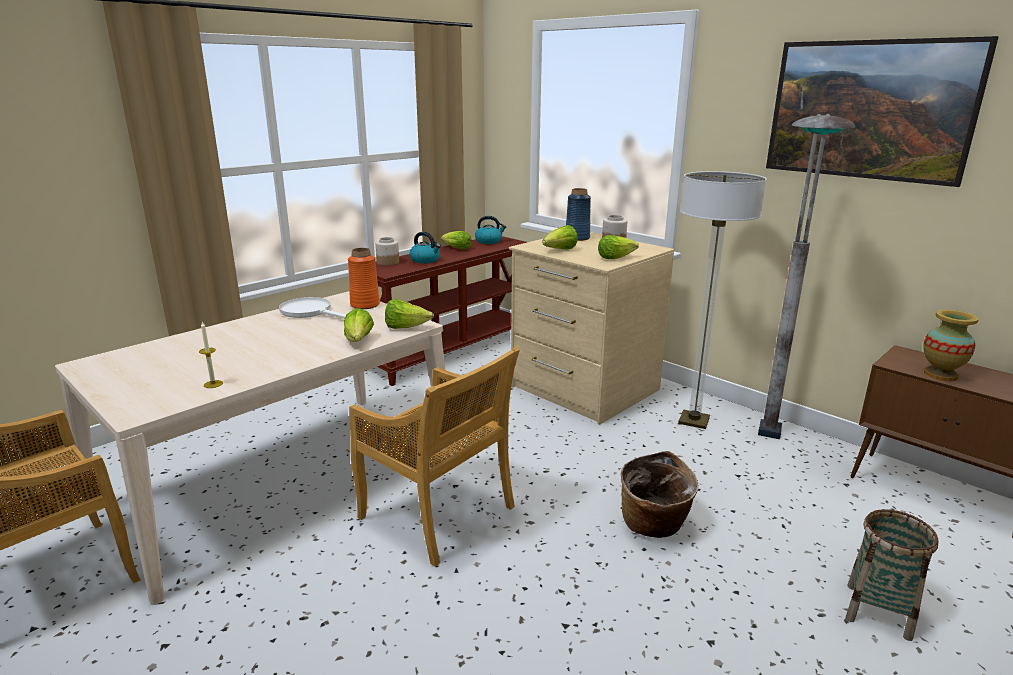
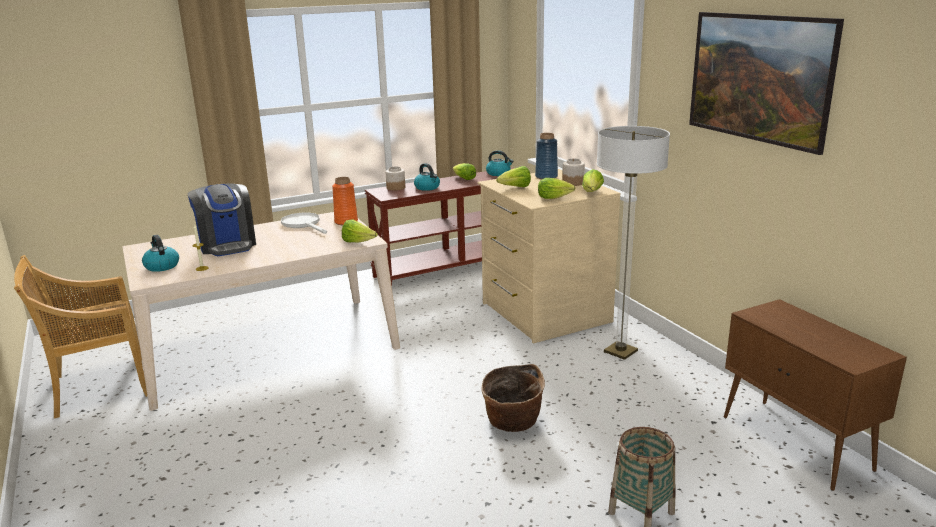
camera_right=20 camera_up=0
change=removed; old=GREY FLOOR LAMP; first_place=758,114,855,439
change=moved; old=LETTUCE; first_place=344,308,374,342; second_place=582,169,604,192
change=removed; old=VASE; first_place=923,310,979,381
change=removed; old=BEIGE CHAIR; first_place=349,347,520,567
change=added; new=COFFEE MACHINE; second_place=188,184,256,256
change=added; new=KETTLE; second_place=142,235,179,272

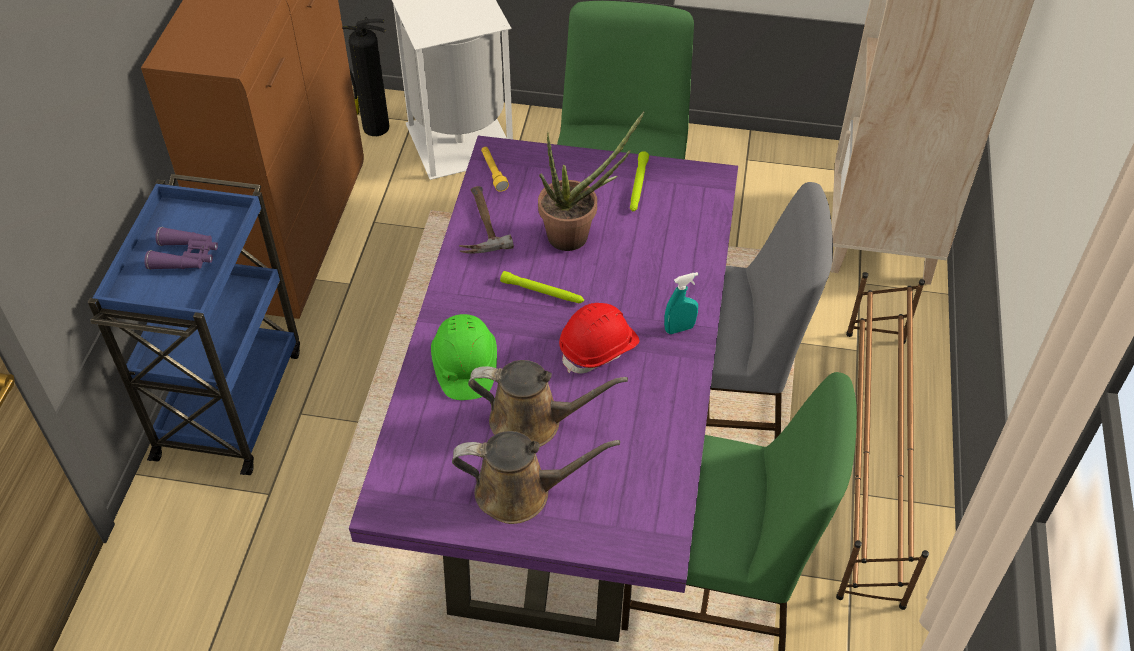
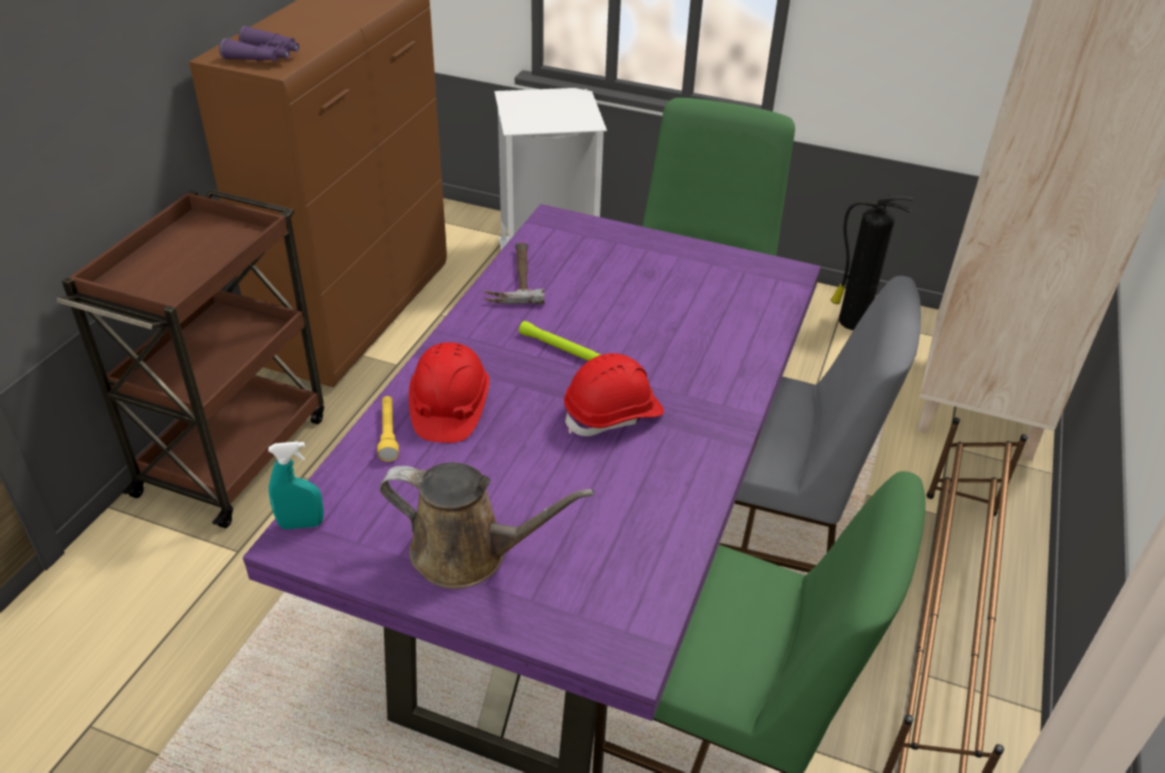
camera_right=10 camera_up=-10
change=moved; old=FIRE EXTINGUISHER; first_place=342,17,389,136; second_place=831,194,913,330
change=removed; old=POTTED PLANT; first_place=538,111,644,251
change=moved; old=YELLOW FLASHLIGHT; first_place=481,147,509,192; second_place=377,396,399,462
change=removed; old=GREEN FLASHLIGHT; first_place=630,151,649,211
change=recoloured; old=BLUE CART; new=BROWN CART; first_place=88,174,300,475; second_place=57,189,324,528
change=moved; old=PURPLE BINOCULARS; first_place=145,227,218,270; second_place=219,26,299,61
change=moved; old=TURQUOISE SPRAY BOTTLE; first_place=664,272,698,334; second_place=268,441,324,529
change=recoloured; old=GREEN HARD HAT; new=RED HARD HAT; first_place=431,314,497,400; second_place=409,342,490,443
change=removed; old=BROWN WATERING CAN; first_place=468,360,628,447

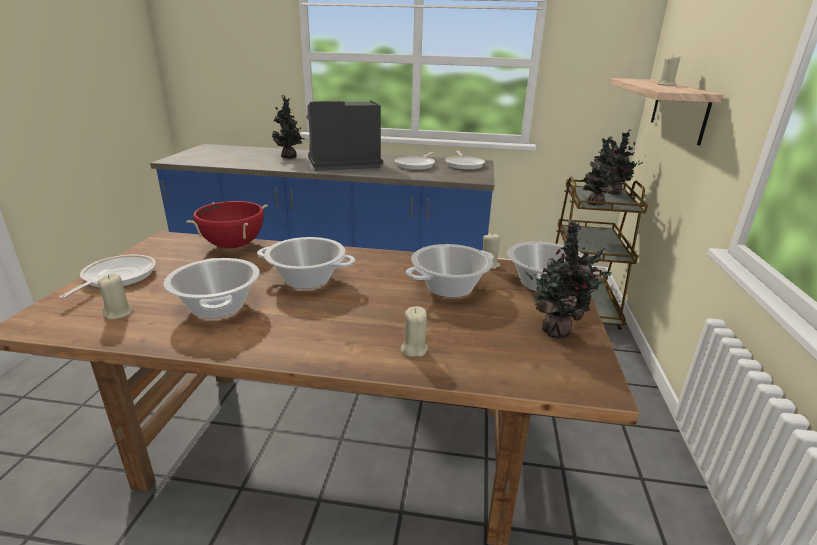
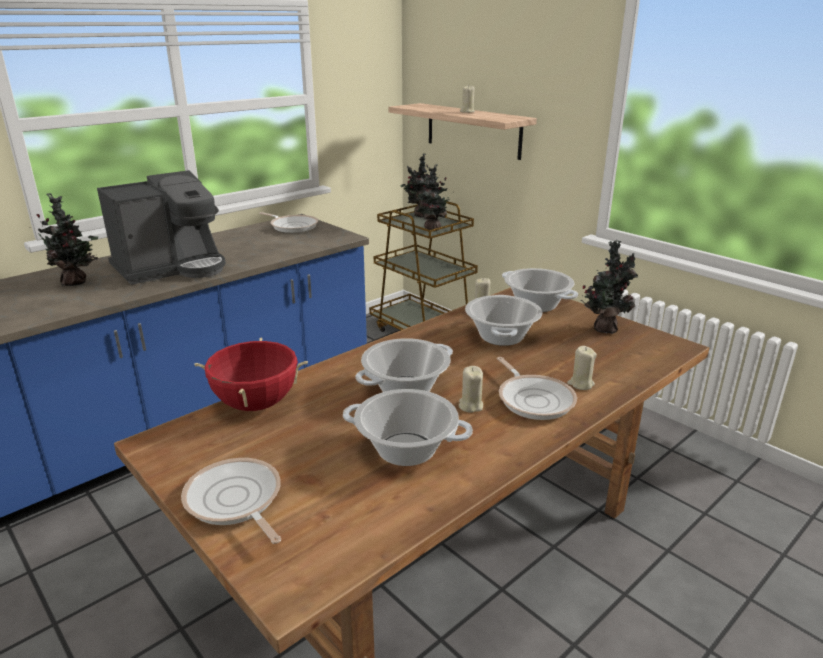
camera_right=-50 camera_up=0
change=turned; old=COFFEE MACHINE; first_place=306,100,383,171; second_place=97,170,226,285; degrees=-150
change=moved; old=FRYING PAN; first_place=395,152,435,170; second_place=497,357,577,420
change=moved; old=BEIGE CANDLE; first_place=97,274,134,320; second_place=459,366,483,413

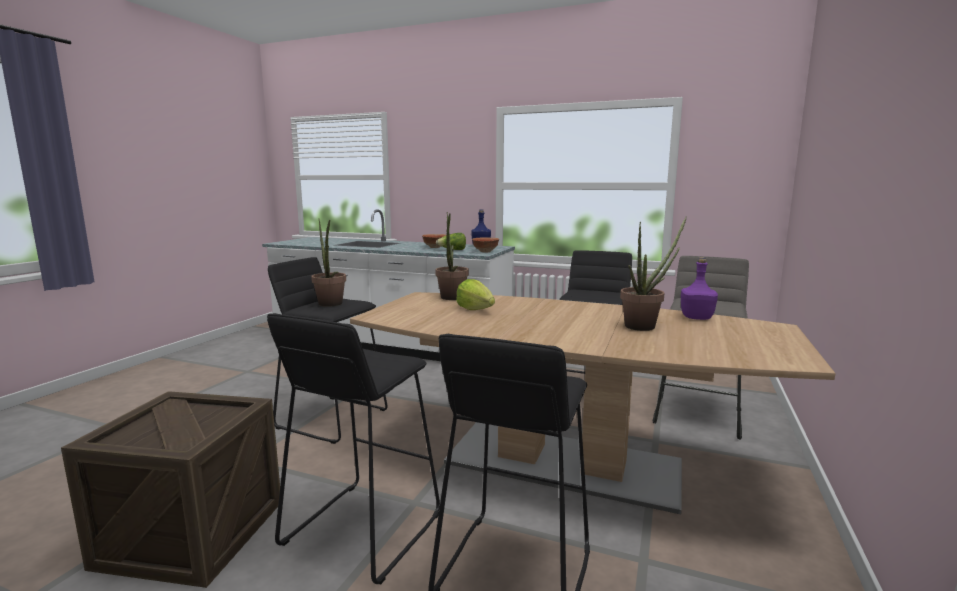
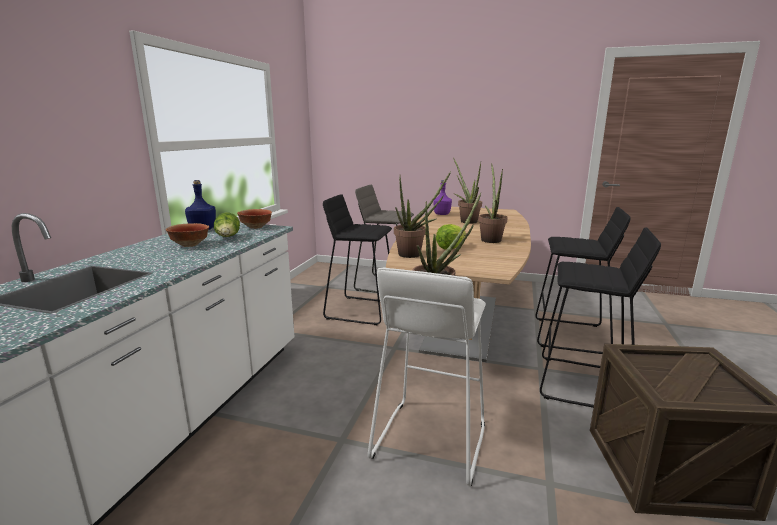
camera_right=-95 camera_up=5
change=recoloured; old=BLACK STOOL; new=WHITE STOOL; first_place=268,257,388,444; second_place=368,267,486,486
change=added; new=POTTED PLANT; second_place=478,163,508,243

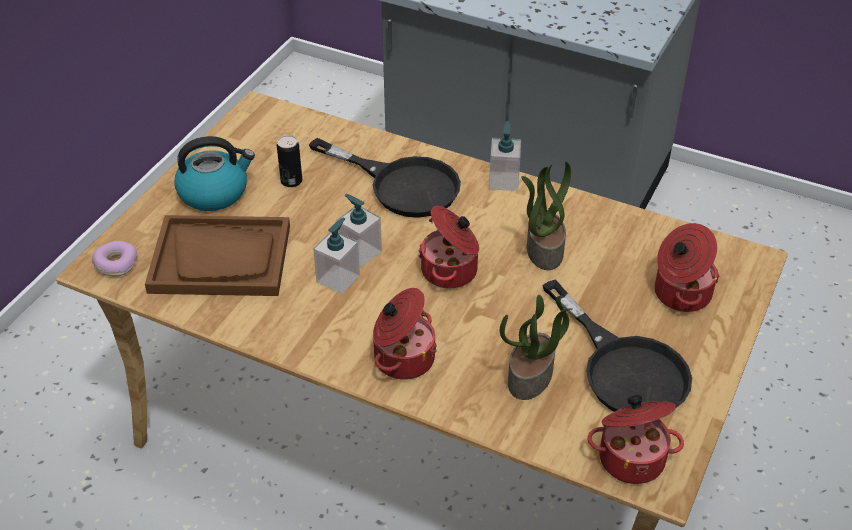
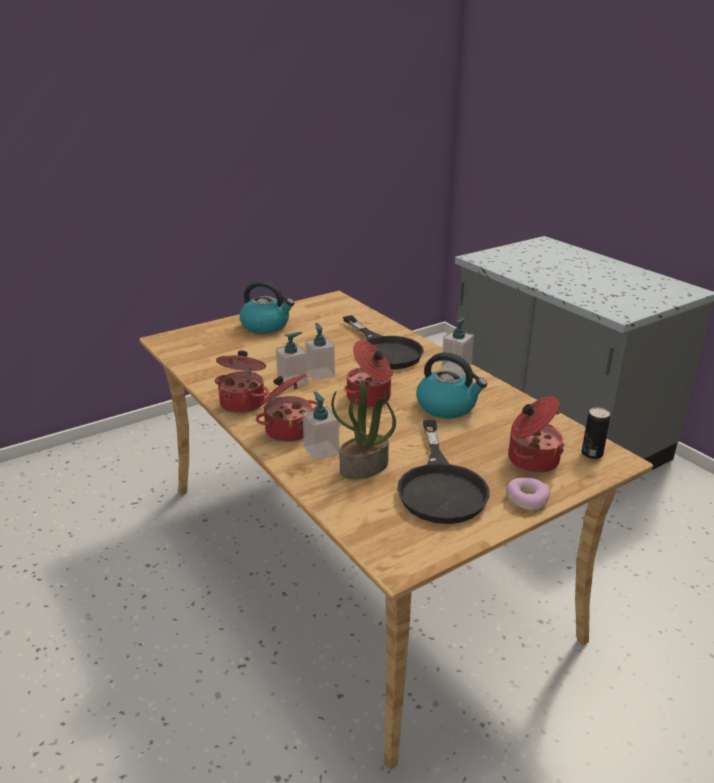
camera_right=30 camera_up=-15
change=moved; old=CAN; first_place=277,135,302,187; second_place=581,407,610,459
change=replaced; old=POTTED PLANT; new=KETTLE; first_place=521,161,571,270; second_place=416,352,487,418
change=removed; old=BROWN TRAY; first_place=145,215,290,296
change=moved; old=DONUT; first_place=92,241,137,277; second_place=506,478,550,511
change=moved; old=COOKING POT; first_place=588,395,684,484; second_place=215,350,269,413
change=added; new=SOAP DISPENSER; second_place=302,391,340,461

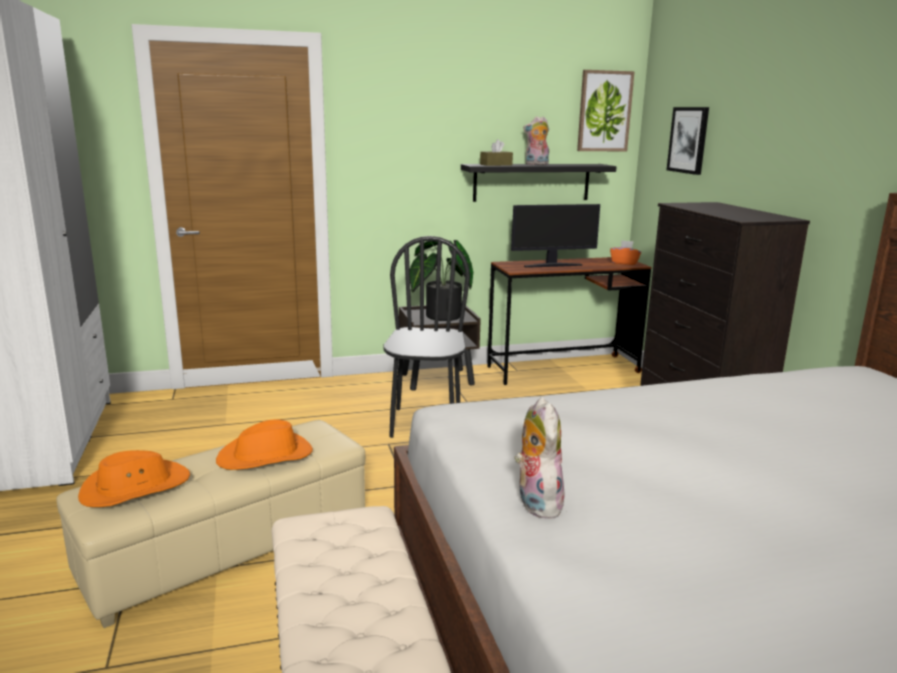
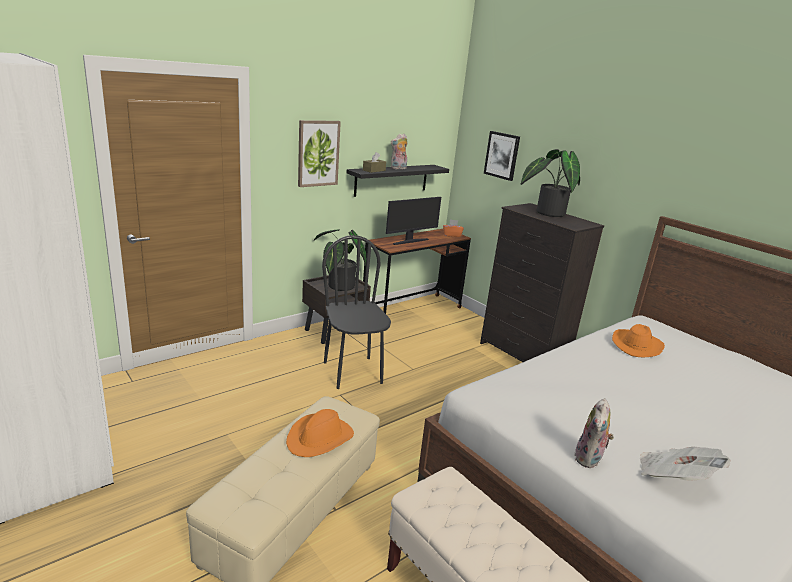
camera_right=-25 camera_up=5
change=moved; old=PICTURE; first_place=577,70,635,151; second_place=298,120,341,187
change=turned; old=PLUSH TOY; first_place=514,397,564,519; second_place=574,398,614,468; degrees=-120
change=moved; old=ORANGE HAT; first_place=78,450,190,507; second_place=612,324,665,358
change=added; new=POTTED PLANT; second_place=521,149,580,217
change=added; new=NEWSPAPER; second_place=640,447,731,481

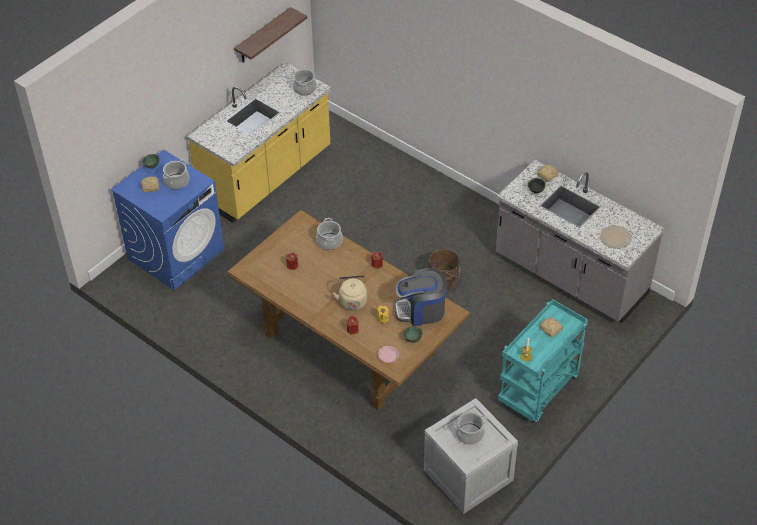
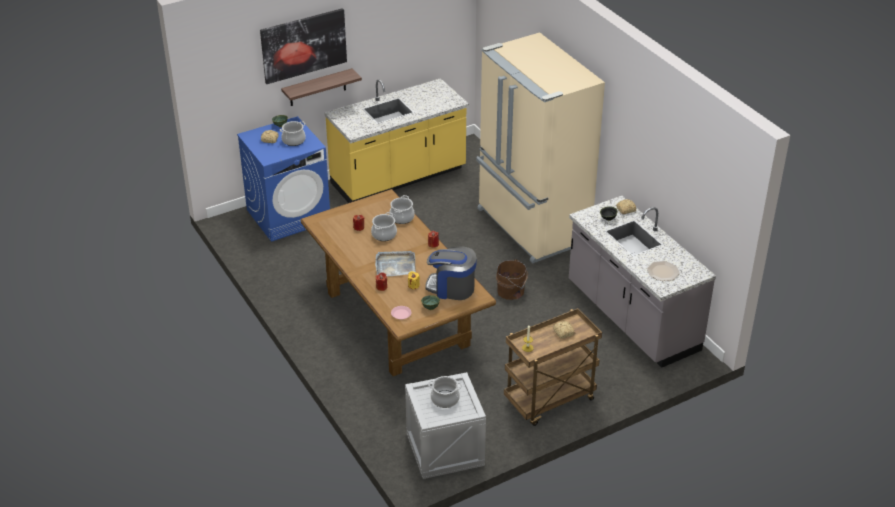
camera_right=20 camera_up=-10
change=moved; old=SHELF; first_place=234,7,307,62; second_place=281,68,362,106
change=moved; old=COOKING POT; first_place=292,67,317,95; second_place=371,212,397,241
change=replaced; old=BEIGE KETTLE; new=GREY TRAY; first_place=333,275,367,311; second_place=375,251,416,276
change=recoloured; old=TURQUOISE CART; new=BROWN CART; first_place=498,299,588,423; second_place=504,308,602,426
change=added; new=PICTURE; second_place=260,8,347,84
change=added; new=BEIGE FRIDGE; second_place=476,32,605,264

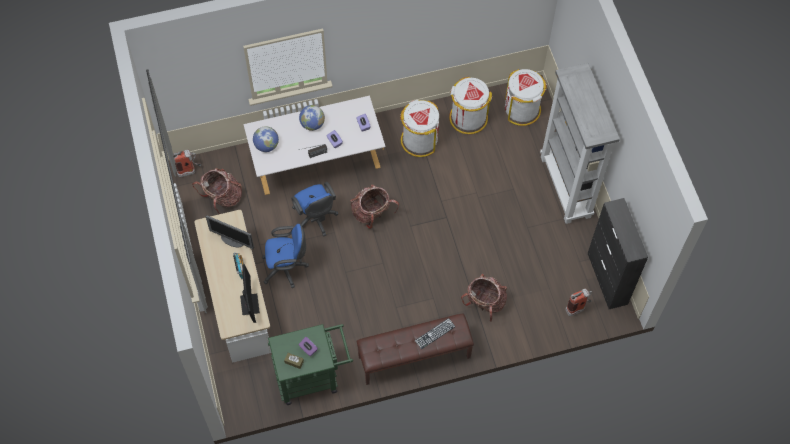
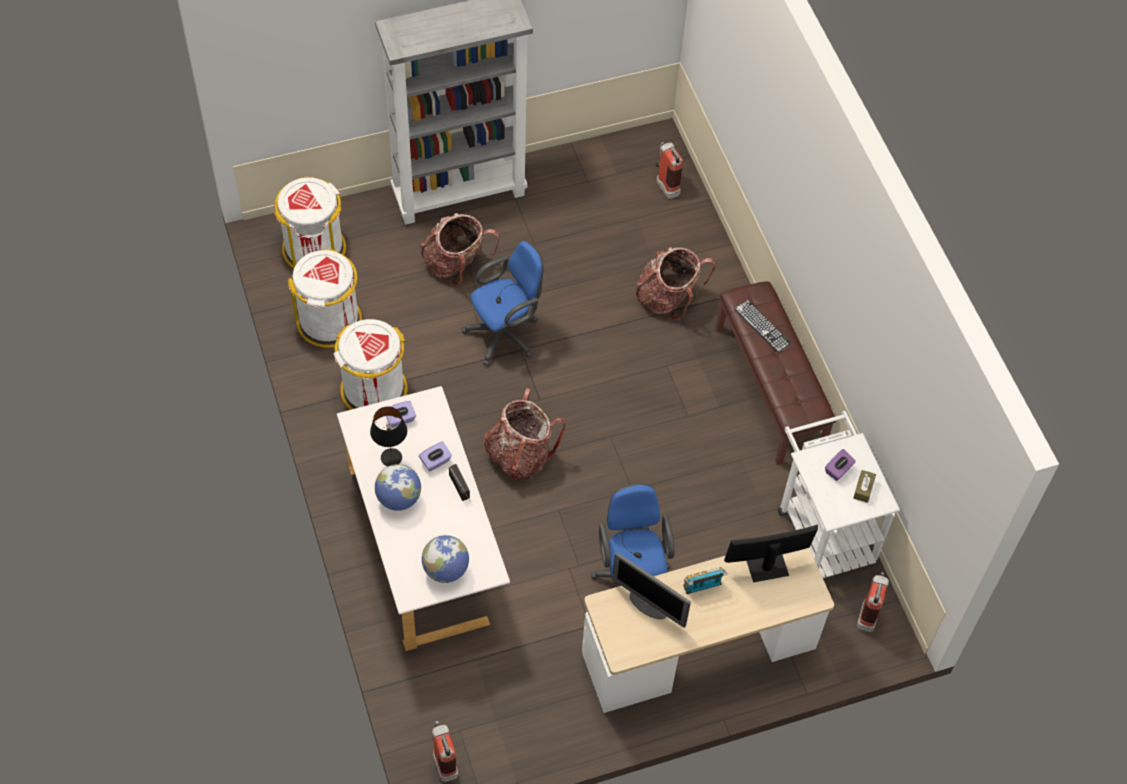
camera_right=-95 camera_up=-5
change=moved; old=BACKPACK; first_place=192,168,242,214; second_place=420,213,500,286
change=moved; old=BLUE OFFICE CHAIR; first_place=291,182,338,236; second_place=462,241,543,366
change=removed; old=BLACK CABINET; first_place=587,198,648,309
change=turned; old=MONITOR; first_place=206,215,254,249; second_place=612,552,691,628; degrees=105
change=recoloured; old=GREEN CART; new=WHITE CART; first_place=268,324,353,405; second_place=778,411,900,578
change=added; new=BLACK TABLE LAMP; second_place=370,407,407,466
change=added; new=FIRE EXTINGUISHER; second_place=857,572,889,632

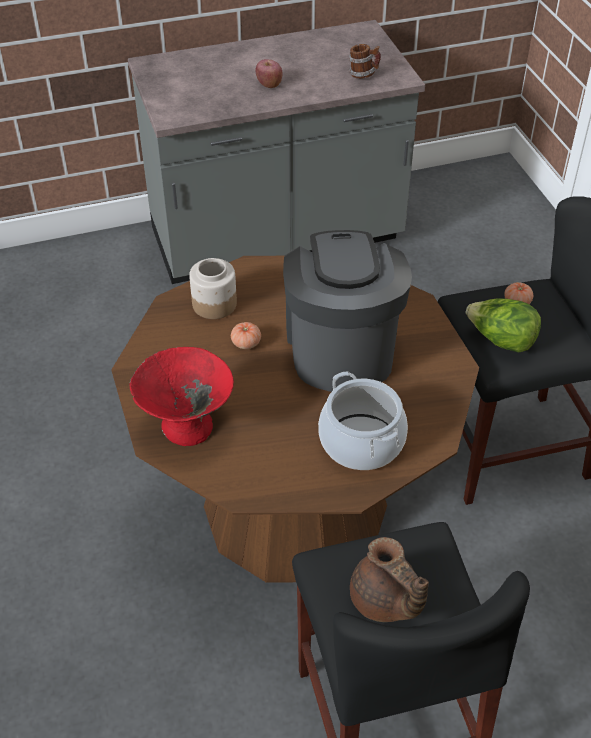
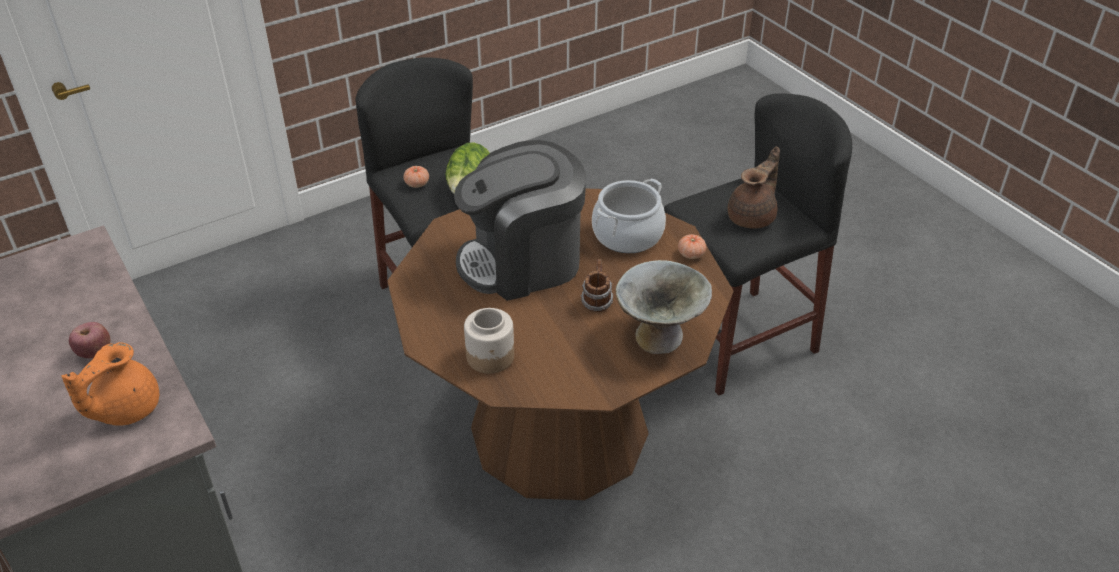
camera_right=-105 camera_up=-5
change=moved; old=MUG; first_place=349,44,381,79; second_place=581,259,613,312
change=moved; old=TOMATO; first_place=231,322,261,349; second_place=678,234,706,259
change=recoloured; old=RED BOWL; new=GREY BOWL; first_place=129,347,234,446; second_place=616,260,712,354
change=added; new=ORANGE TEAPOT; second_place=61,342,159,426

